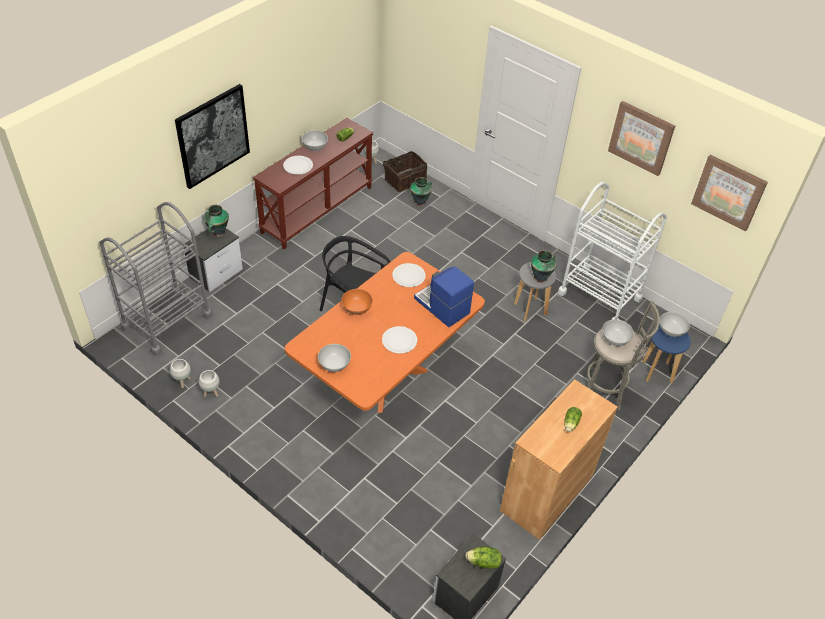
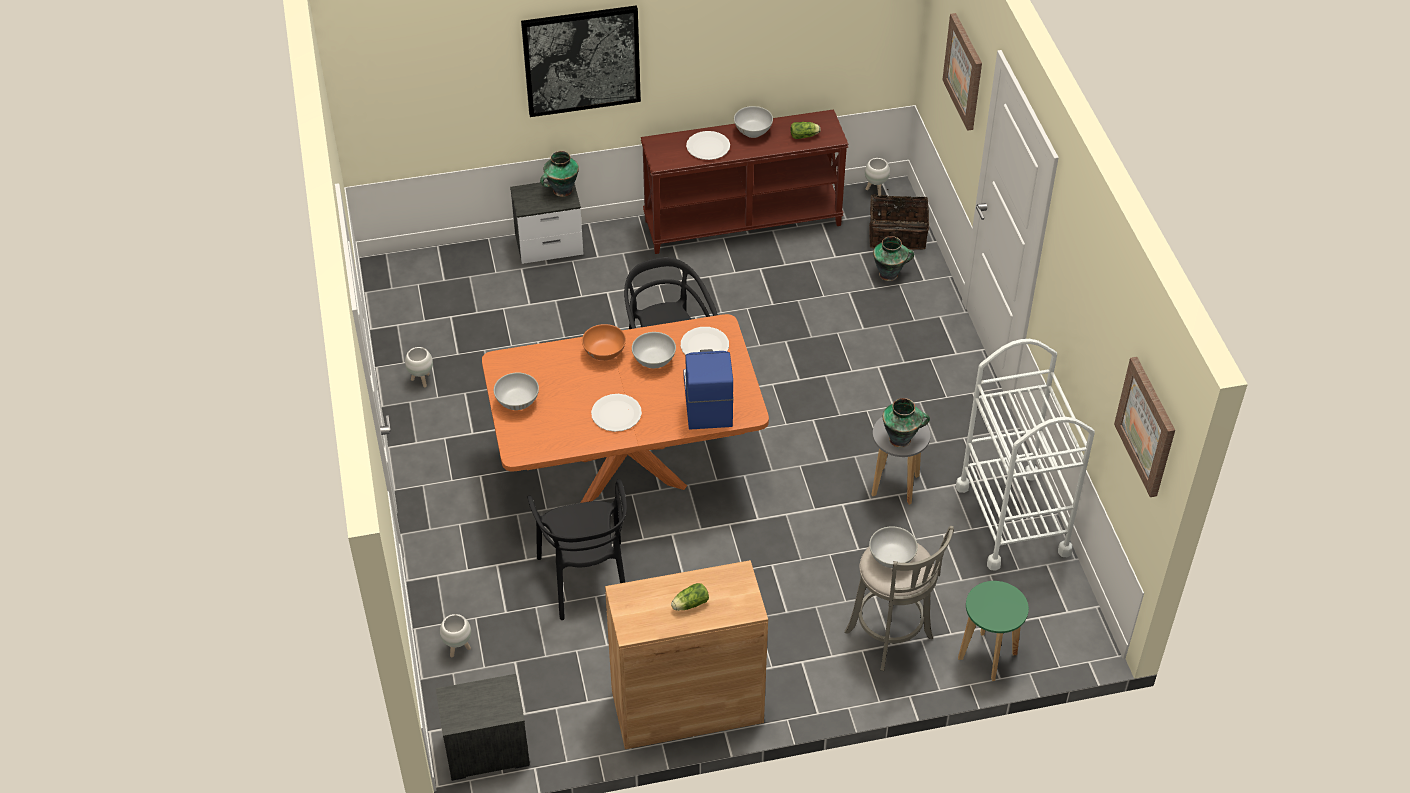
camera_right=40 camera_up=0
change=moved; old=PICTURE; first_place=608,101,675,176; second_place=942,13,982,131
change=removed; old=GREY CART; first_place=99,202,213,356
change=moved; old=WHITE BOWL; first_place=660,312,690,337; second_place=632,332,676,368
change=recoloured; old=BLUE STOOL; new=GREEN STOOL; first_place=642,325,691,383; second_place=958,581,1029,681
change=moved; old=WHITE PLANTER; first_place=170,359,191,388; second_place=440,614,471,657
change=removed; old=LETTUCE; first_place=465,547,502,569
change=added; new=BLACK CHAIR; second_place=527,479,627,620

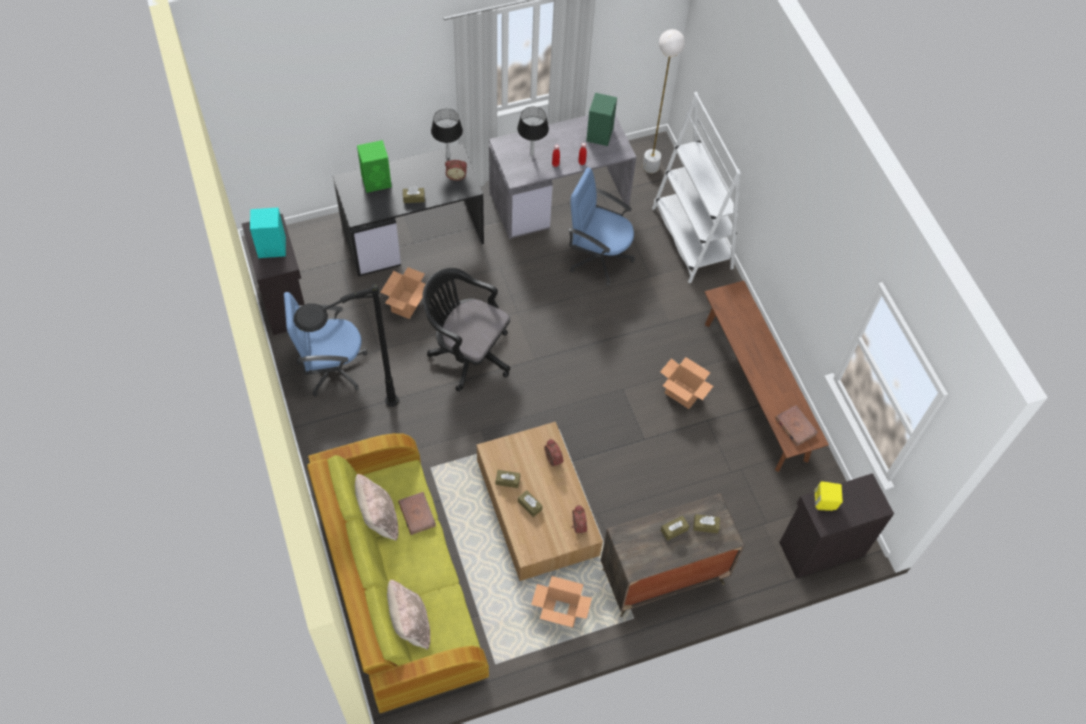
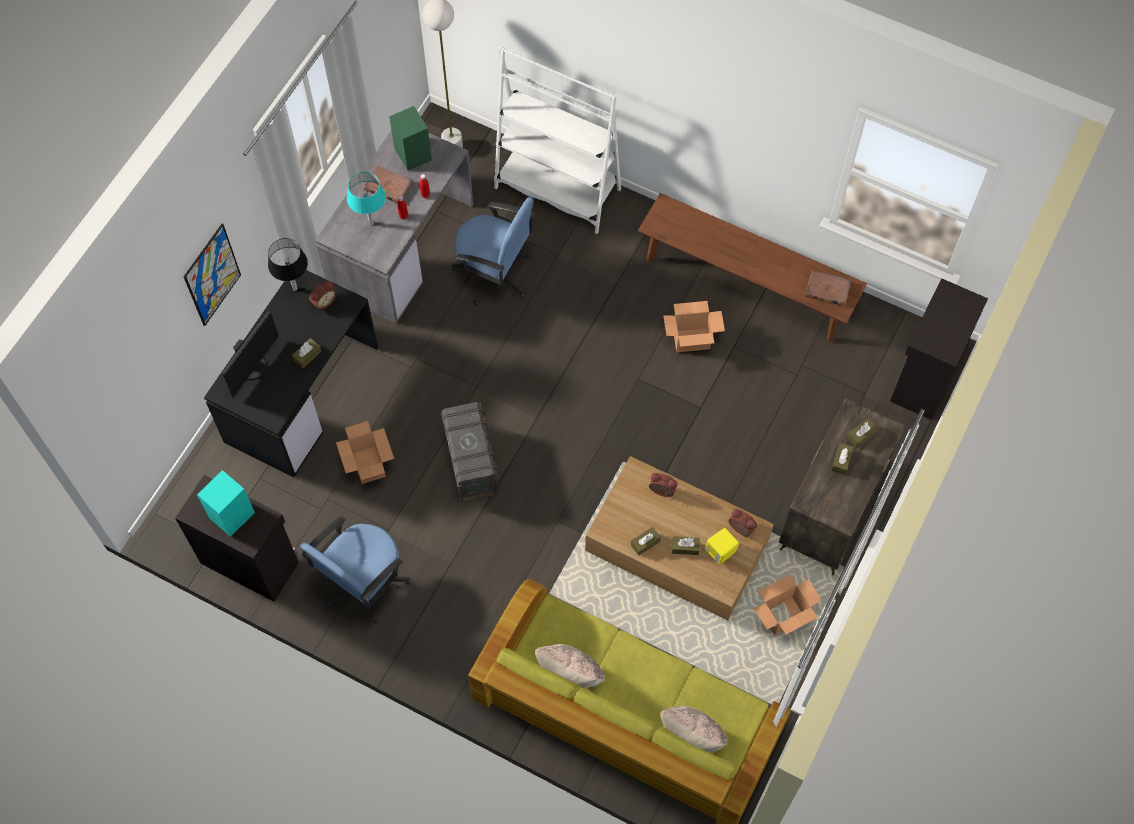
camera_right=-40 camera_up=5
change=recoloured; old=BLACK TABLE LAMP; new=TURQUOISE TABLE LAMP; first_place=517,106,549,156; second_place=347,172,386,225
change=replaced; old=GREEN SPEAKER; new=MONITOR; first_place=357,140,392,193; second_place=222,311,279,397
change=turned; old=BLUE OFFICE CHAIR; first_place=568,168,635,286; second_place=452,197,535,306; degrees=-135
change=replaced; old=BLACK OFFICE CHAIR; new=GREY STORAGE BOX; first_place=422,268,510,391; second_place=441,402,499,502
change=removed; old=BLACK FLOOR LAMP; first_place=293,284,399,407
change=moved; old=YELLOW SPEAKER; first_place=815,481,843,511; second_place=705,528,739,565
change=moved; old=BROWN BOOK; first_place=398,492,436,535; second_place=364,166,413,203
change=added; new=PICTURE; second_place=183,224,241,326

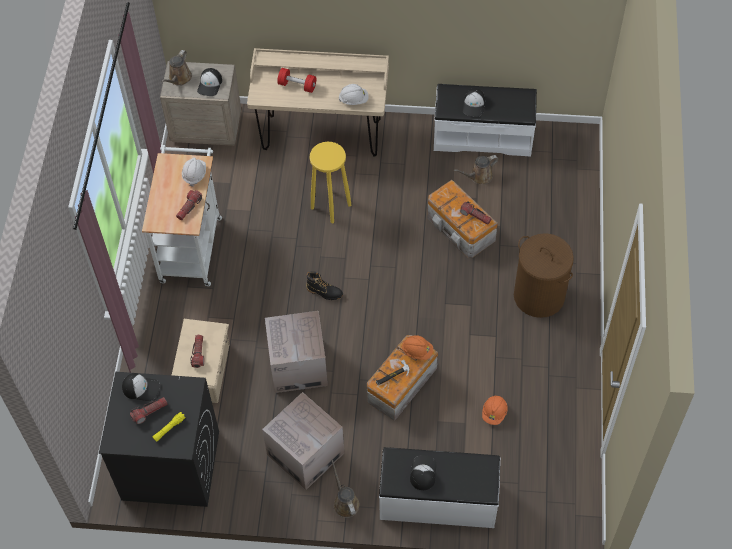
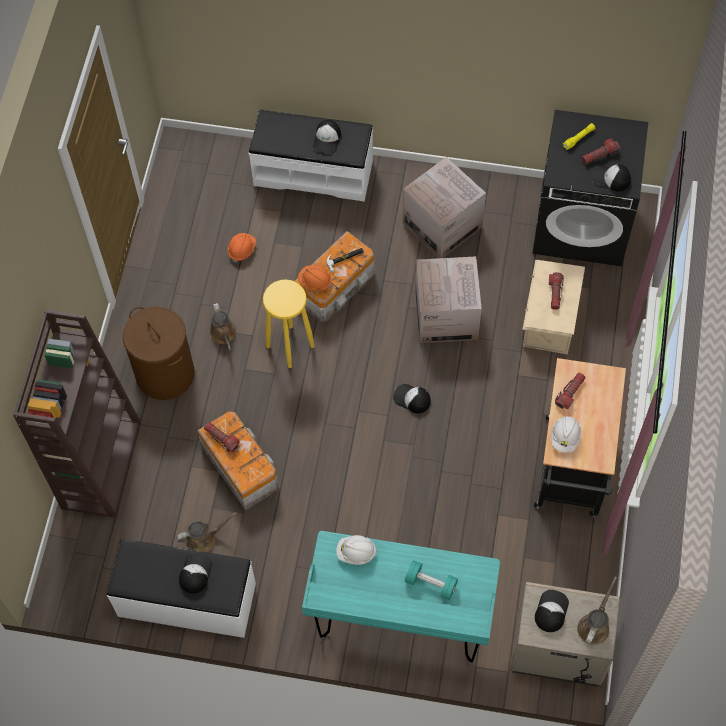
camera_right=-175 camera_up=5
change=recoloured; old=BEIGE DESK; new=TURQUOISE DESK; first_place=247,48,389,157; second_place=302,531,500,663
change=recoloured; old=RED DUMBBELL; new=TURQUOISE DUMBBELL; first_place=277,68,316,93; second_place=405,560,458,600
change=moved; old=YELLOW STOOL; first_place=309,142,351,223; second_place=263,279,315,368
change=recoloured; old=WHITE CART; new=BLACK CART; first_place=142,145,222,286; second_place=534,358,626,518
change=replaced; old=BLACK BOOT; new=CAP; first_place=306,271,343,300; second_place=393,384,431,413
change=moved; old=BROWN WATERING CAN; first_place=331,460,360,518; second_place=210,303,237,350
change=added; new=BROWN BOOKCASE; second_place=13,309,141,518

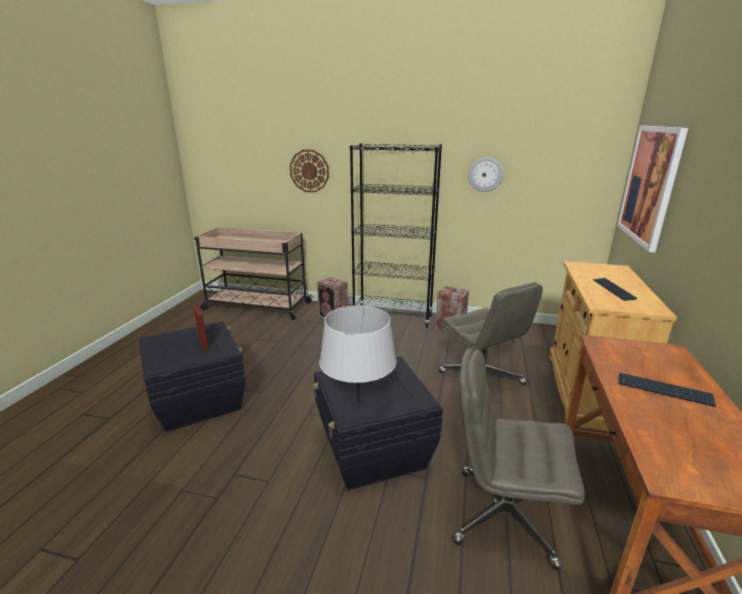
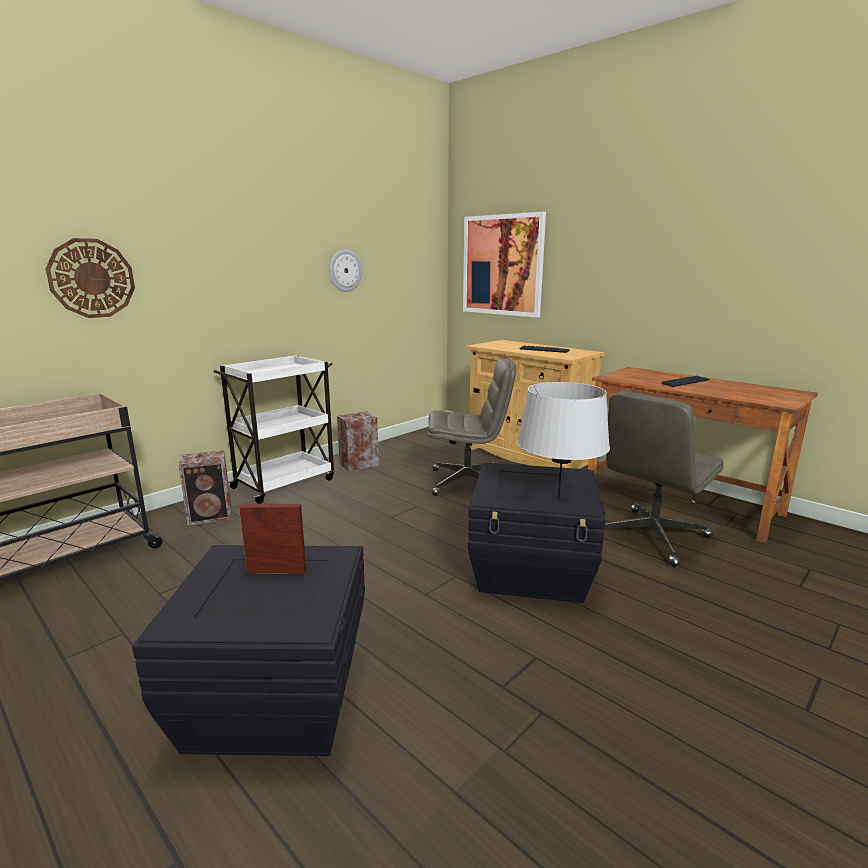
camera_right=-60 camera_up=-5
change=replaced; old=BLACK BOOKCASE; new=WHITE CART; first_place=350,143,442,328; second_place=214,355,334,504

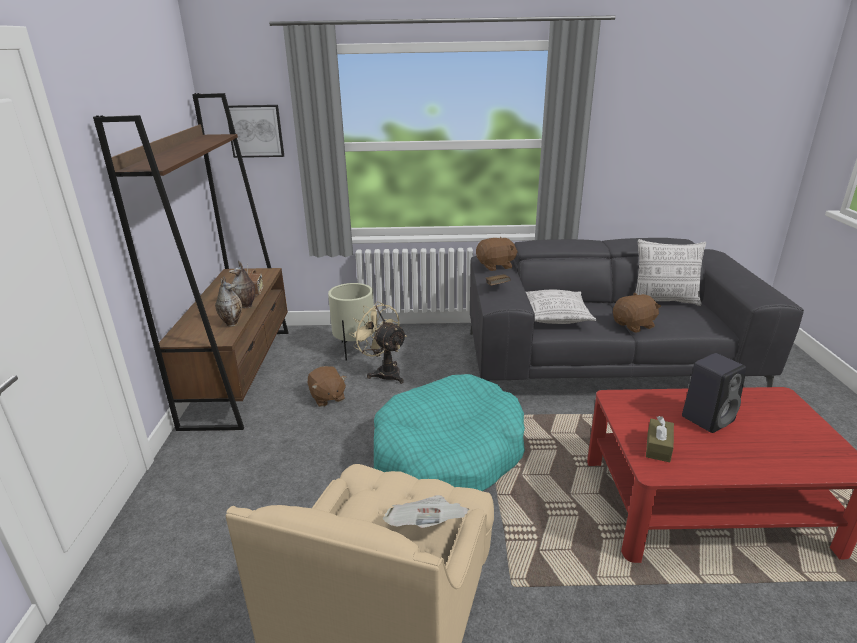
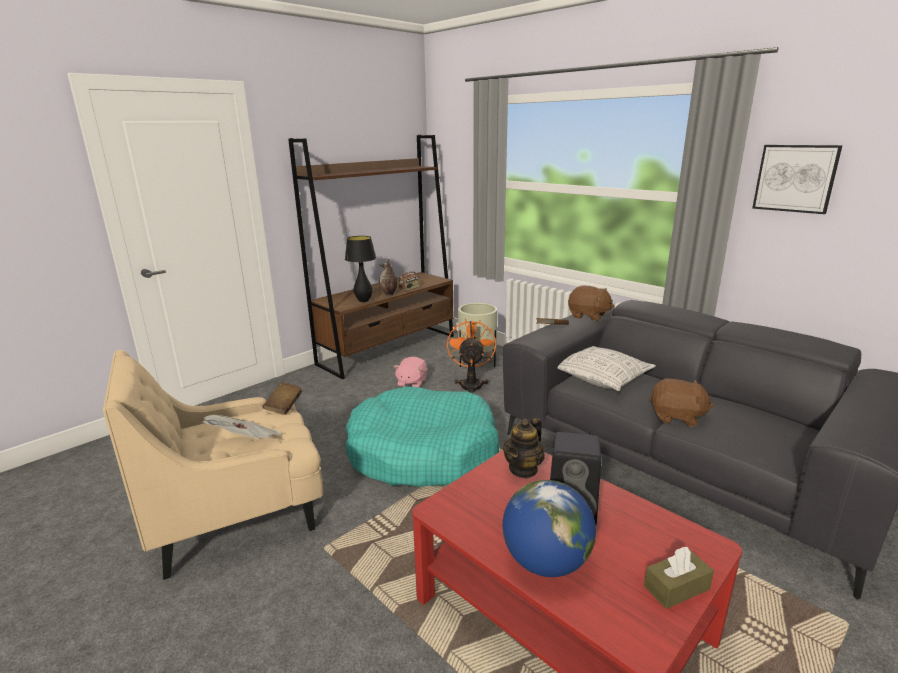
camera_right=45 camera_up=-5
change=moved; old=PICTURE; first_place=227,105,284,158; second_place=752,145,843,214
change=removed; old=PILLOW; first_place=635,239,706,306
change=replaced; old=VASE; new=BLACK TABLE LAMP; first_place=215,276,242,327; second_place=345,236,376,302
change=recoloured; old=BEIGE FAN; new=ORANGE FAN; first_place=349,301,407,384; second_place=447,319,496,394
change=recoloured; old=BROWN PLUSH TOY; new=PINK PLUSH TOY; first_place=308,366,347,407; second_place=394,357,427,388
change=moved; old=BROWN TISSUE BOX; first_place=646,416,674,462; second_place=644,547,714,609
change=added; new=BROWN BOOK; second_place=263,382,302,415
change=added; new=TEAPOT; second_place=504,418,545,479
change=added; new=GLOBE; second_place=503,480,596,577

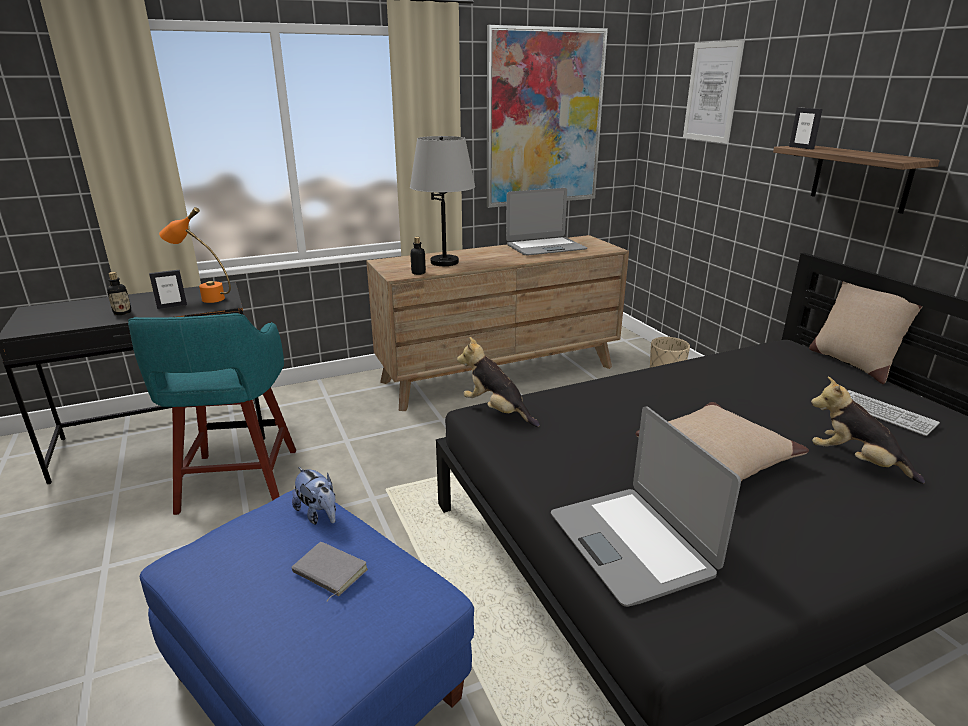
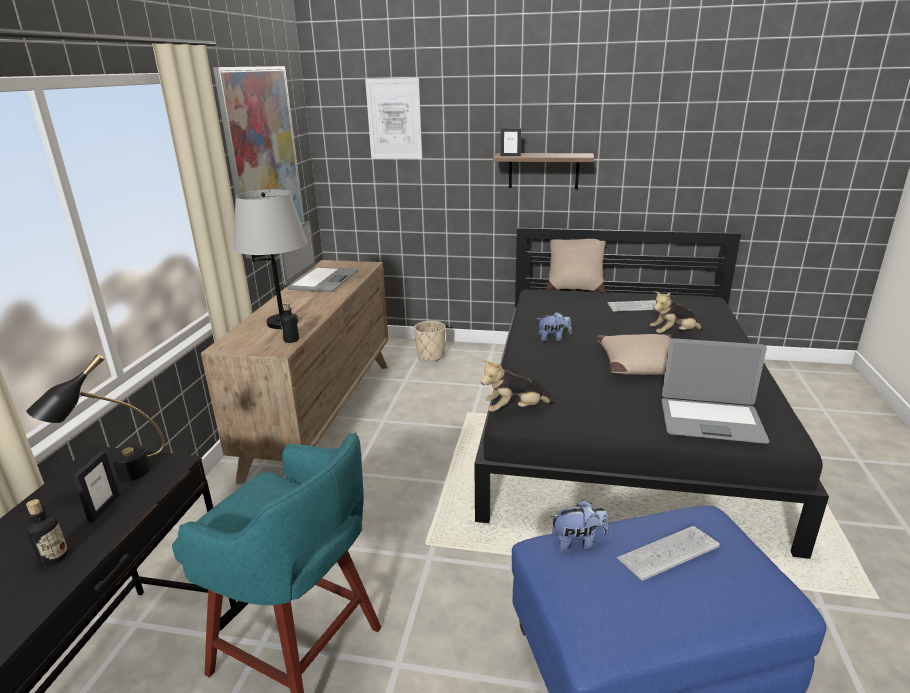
camera_right=-55 camera_up=0
change=recoloured; old=ORANGE TABLE LAMP; new=BLACK TABLE LAMP; first_place=159,207,231,303; second_place=26,354,165,481
change=replaced; old=GREY BOOK; new=KEYBOARD; first_place=291,542,368,601; second_place=617,526,720,581
change=added; new=PLUSH TOY; second_place=538,312,572,341

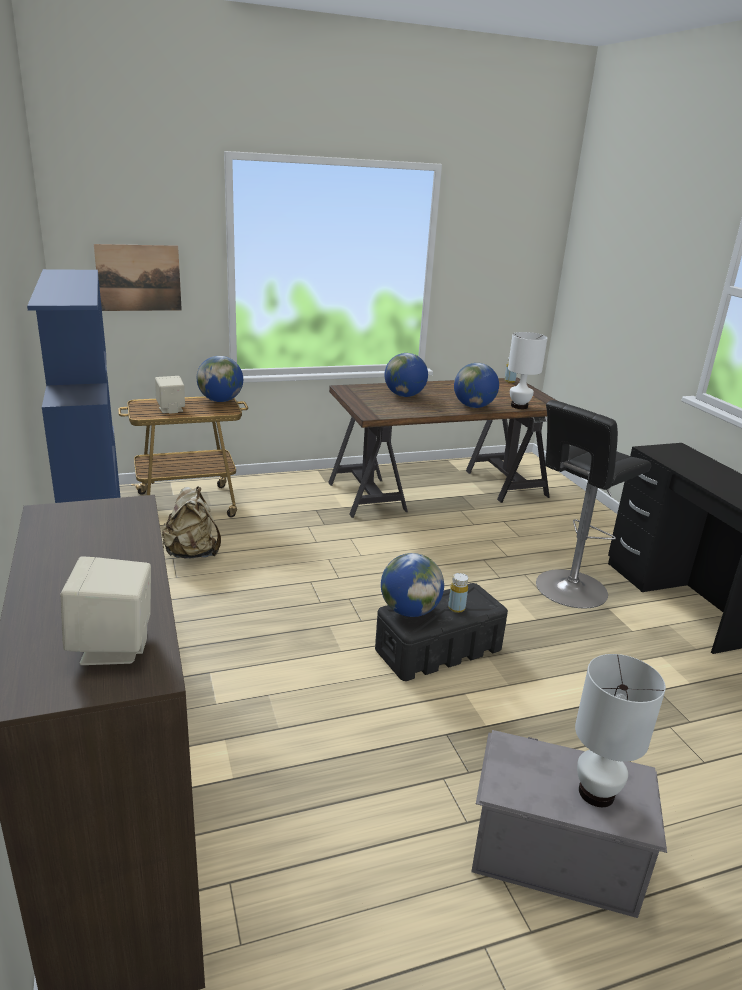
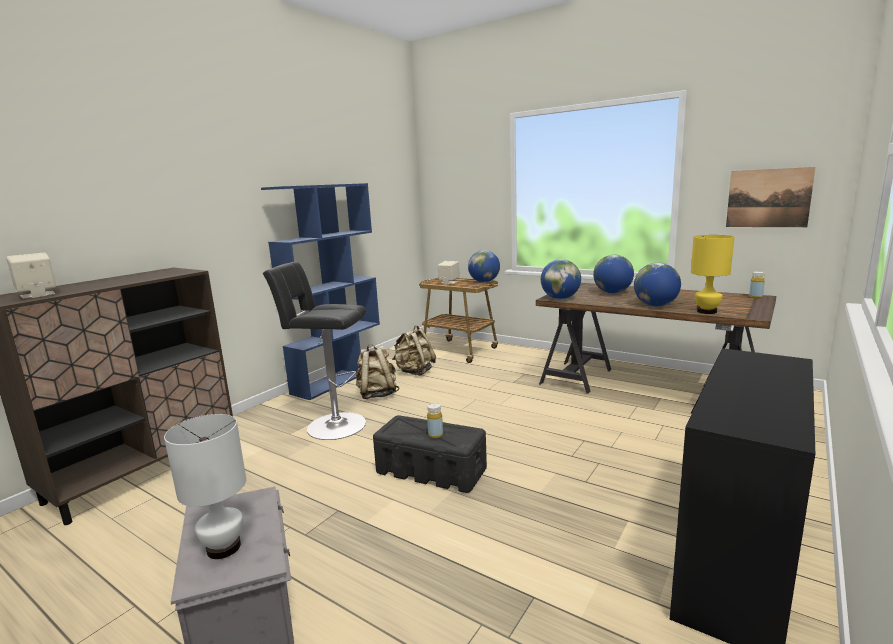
camera_right=55 camera_up=-10
change=moved; old=PICTURE; first_place=94,244,182,311; second_place=726,167,815,227
change=recoloured; old=WHITE TABLE LAMP; new=YELLOW TABLE LAMP; first_place=508,332,548,409; second_place=691,235,734,314
change=moved; old=BLACK STOOL; first_place=536,400,651,608; second_place=263,261,366,440
change=moved; old=GLOBE; first_place=381,553,444,617; second_place=541,259,581,299
change=added; new=BEIGE BACKPACK; second_place=356,344,399,399

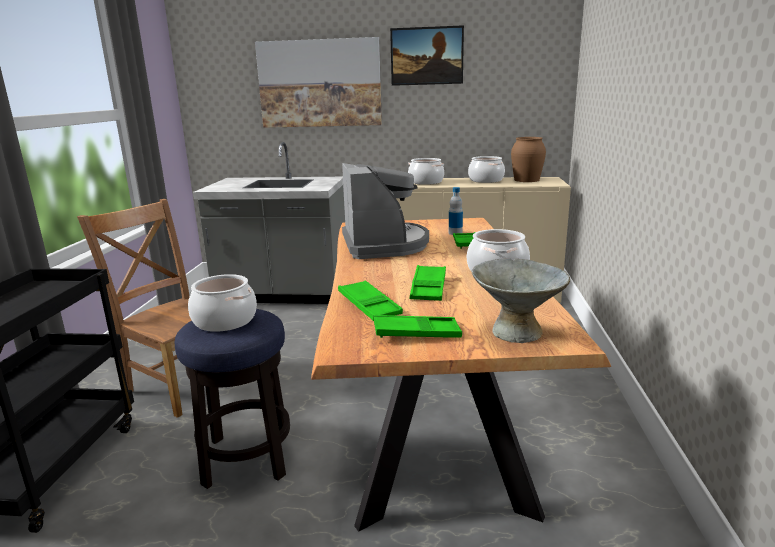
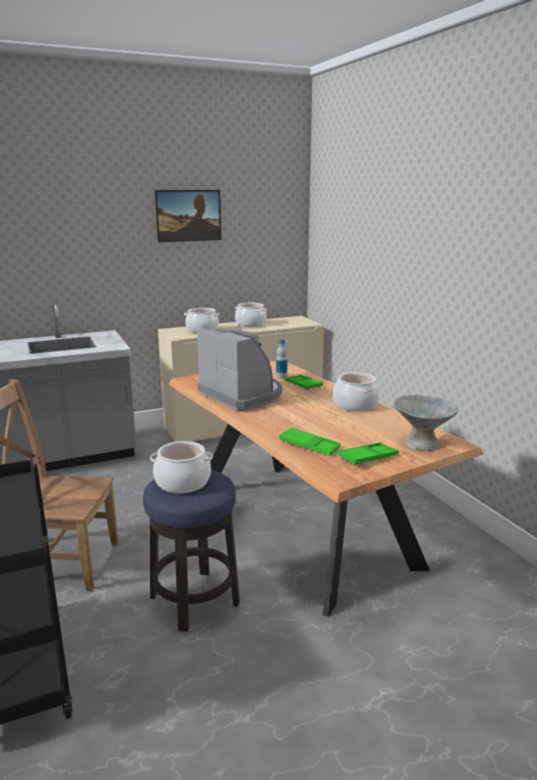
camera_right=-30 camera_up=0
change=removed; old=PICTURE; first_place=255,37,382,128
change=removed; old=BROWN VASE; first_place=511,137,546,182
change=removed; old=GREEN TRAY; first_place=409,265,446,301

